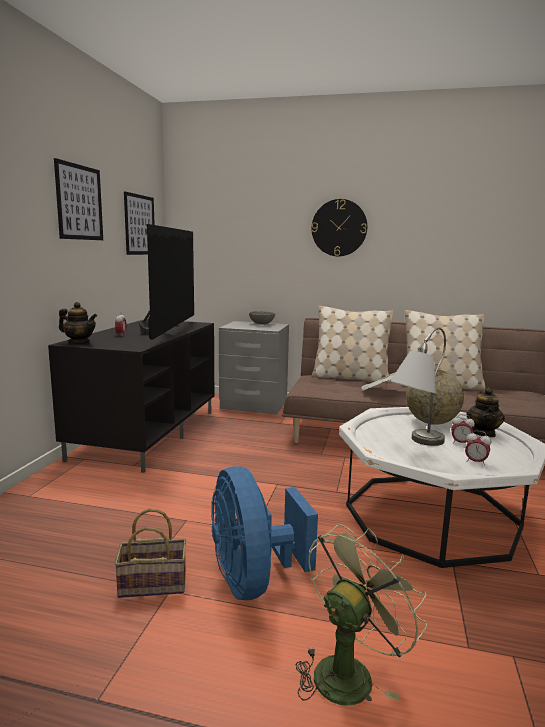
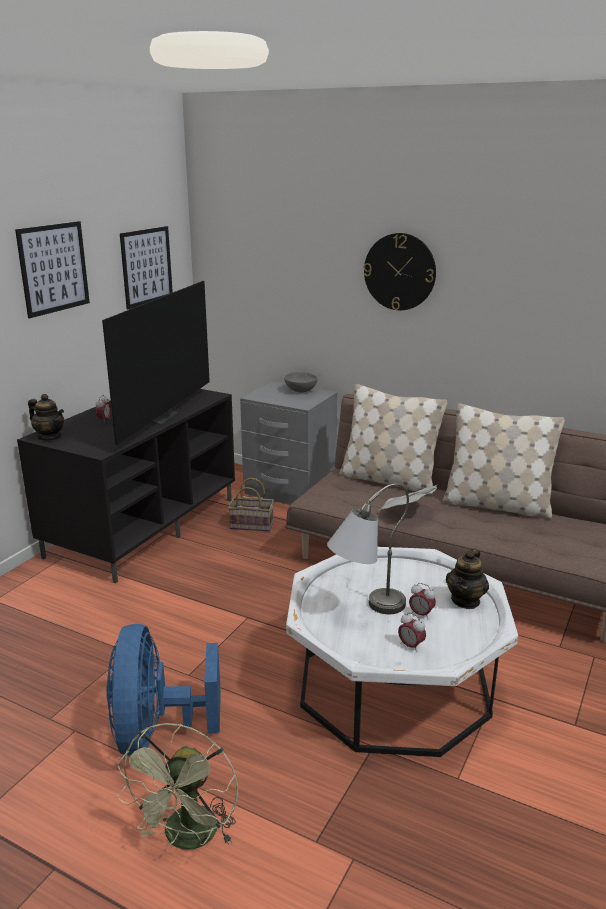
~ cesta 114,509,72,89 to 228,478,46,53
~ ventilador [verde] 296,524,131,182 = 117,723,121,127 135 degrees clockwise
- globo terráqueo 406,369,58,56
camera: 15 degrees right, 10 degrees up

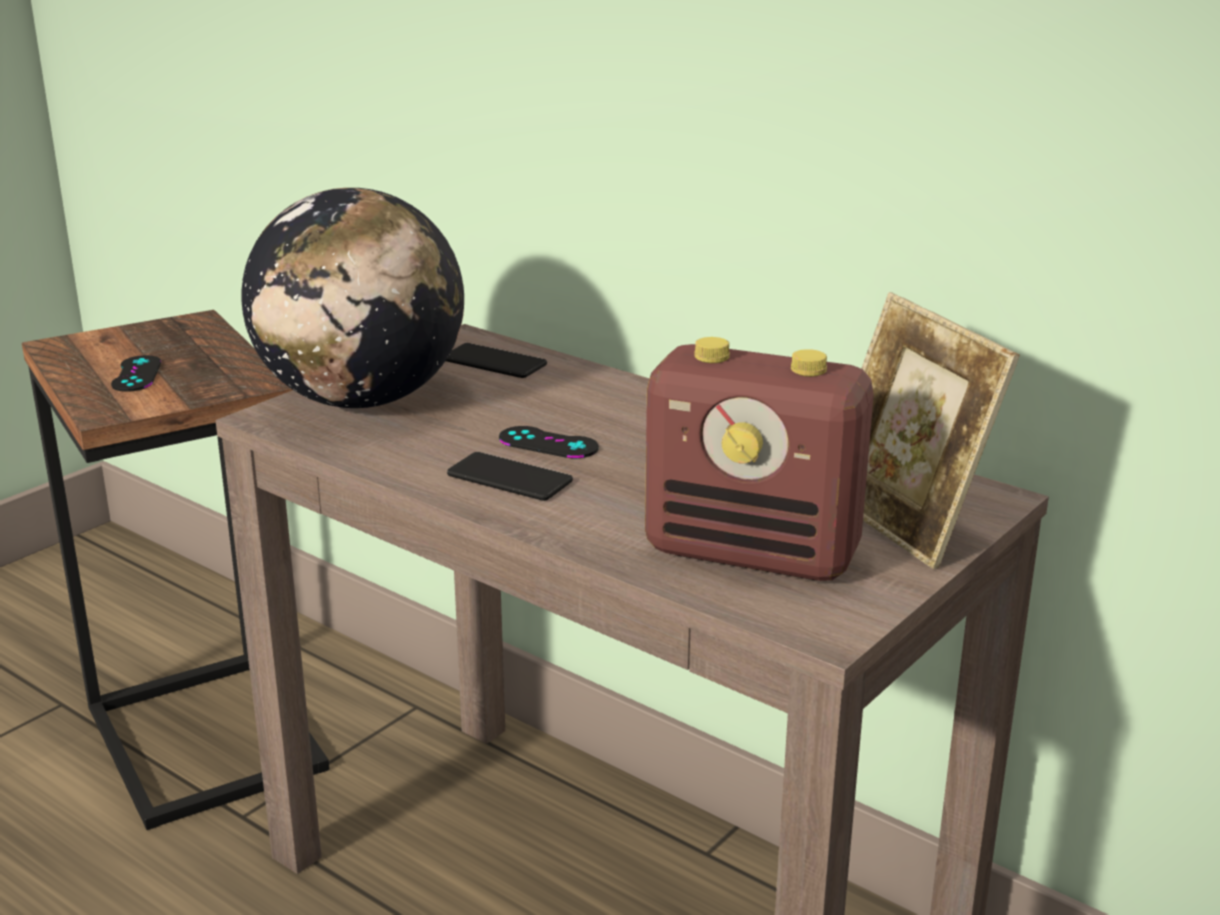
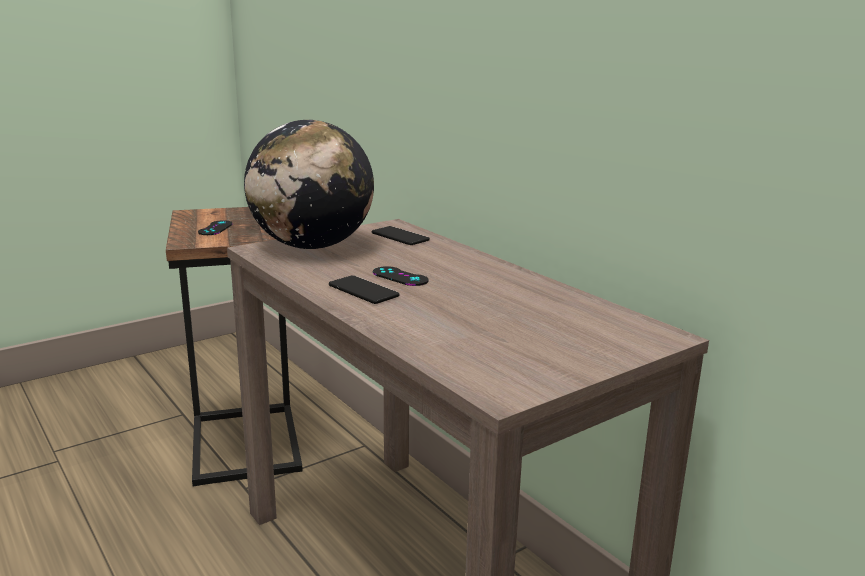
- radio 645,337,229,244
- portarretratos 861,292,159,277
camera: 15 degrees right, 5 degrees down

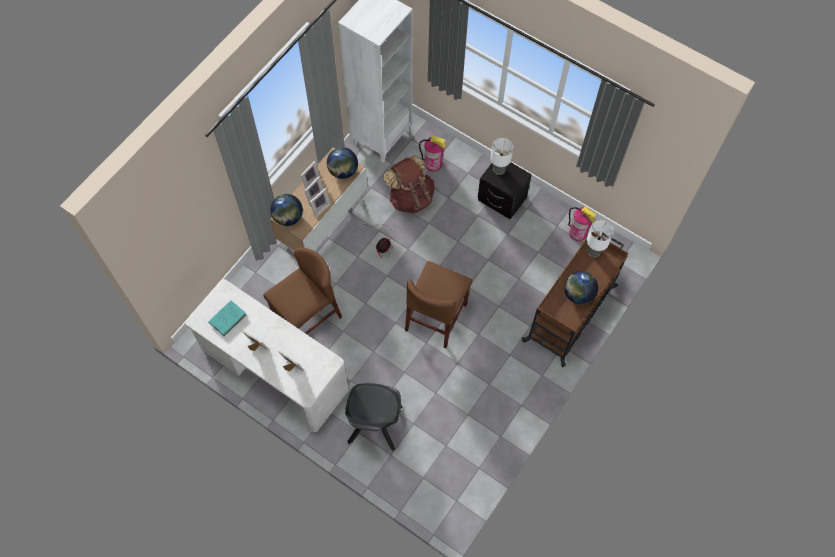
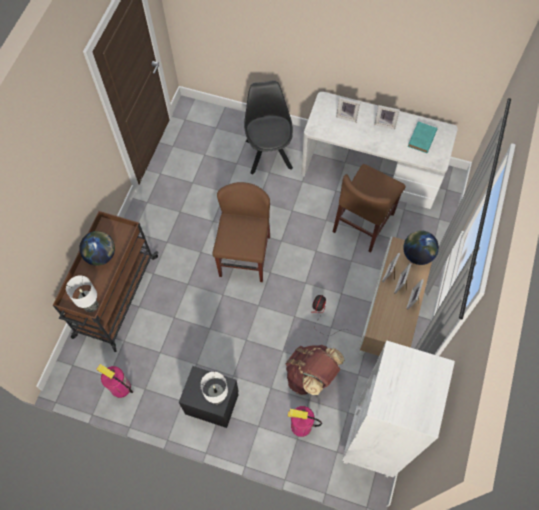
- globo terráqueo 327,147,31,32
camera: 165 degrees right, 0 degrees up

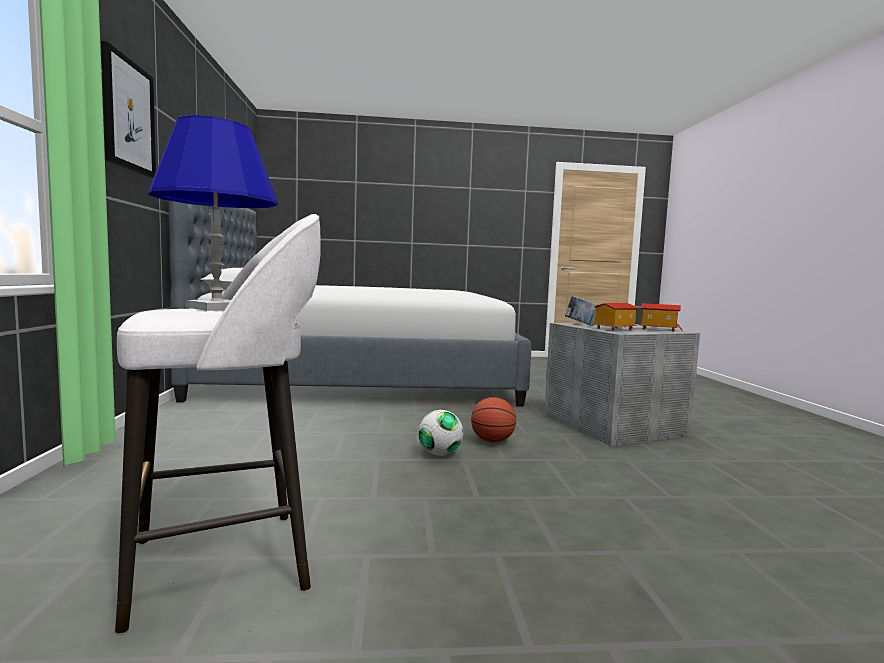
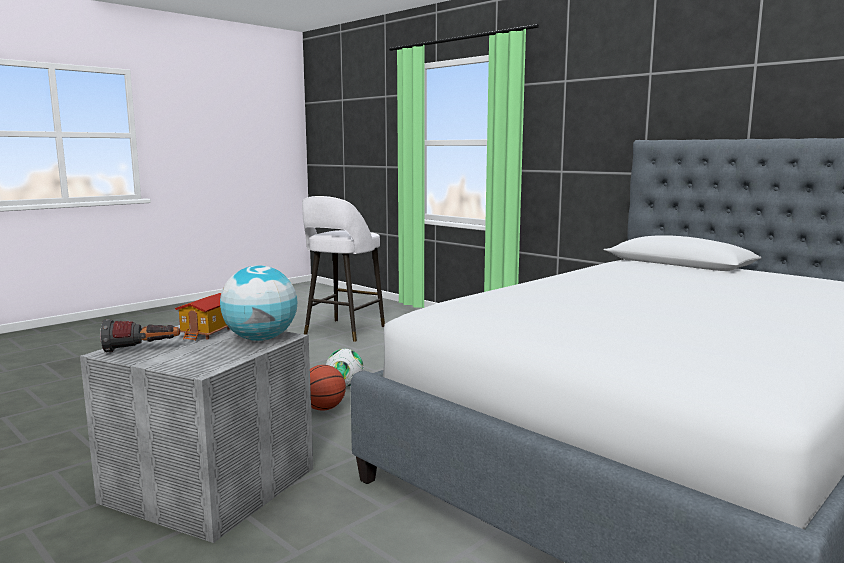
- cuadro 101,41,55,137
- lámpara de mesa [azul] 148,115,130,196
~ libro 565,296,34,30 to globo terráqueo 220,265,77,76
~ casita 640,303,43,29 to linterna 100,319,80,33
camera: 140 degrees right, 5 degrees up

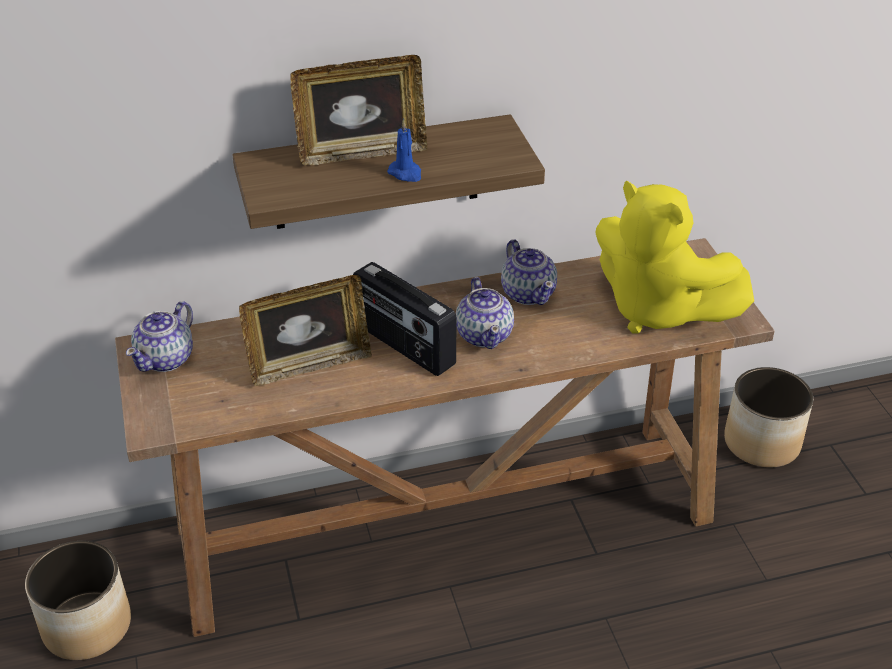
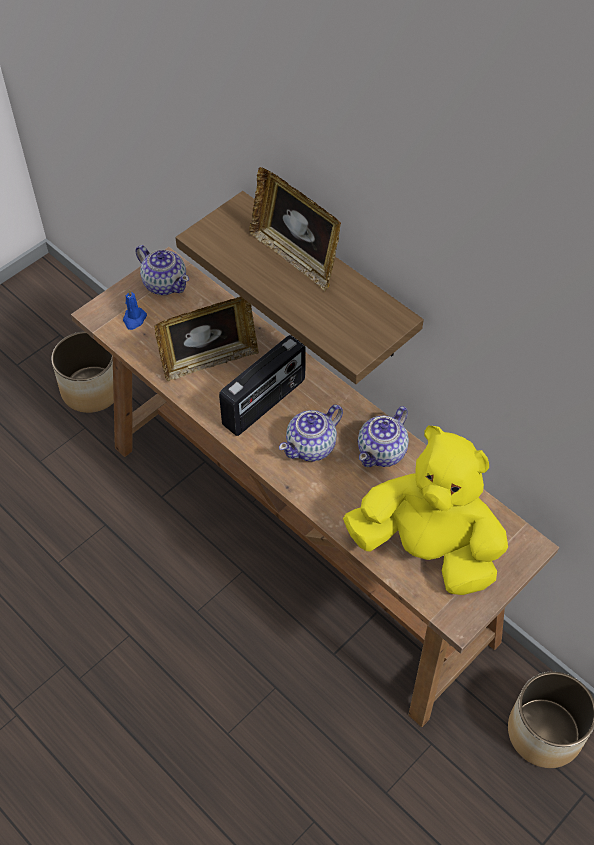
~ tetera 126,301,67,71 = 136,245,53,50 135 degrees counterclockwise
~ portarretratos 239,275,133,111 = 155,296,104,85 60 degrees counterclockwise
~ radio 353,262,104,114 = 219,335,87,101 150 degrees counterclockwise
~ vela [azul] 387,119,34,63 to 123,289,24,41
~ peluche [amarillo] 595,181,159,152 = 343,426,165,169 105 degrees clockwise
camera: 60 degrees right, 15 degrees up

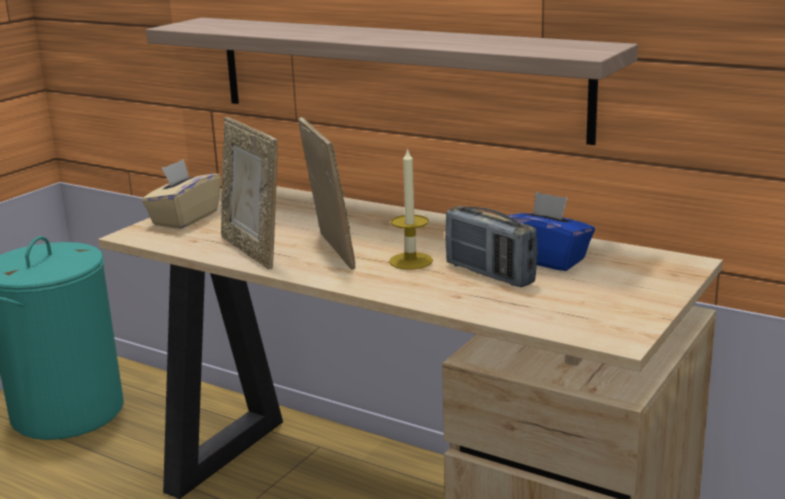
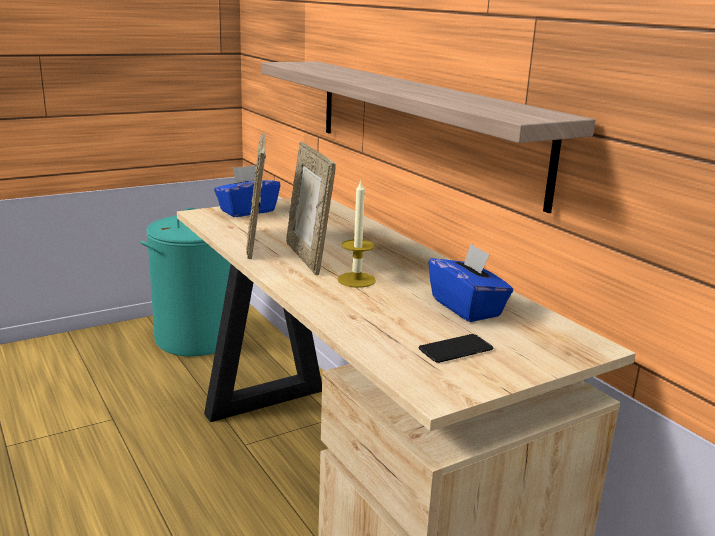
~ caja de pañuelos [beis] 142,159,79,70 to caja de pañuelos [azul] 214,165,66,52
~ portarretratos 298,117,57,153 = 286,142,50,133 150 degrees clockwise
- radio 445,206,93,81
+ móvil 418,334,75,29
camera: 25 degrees right, 0 degrees up

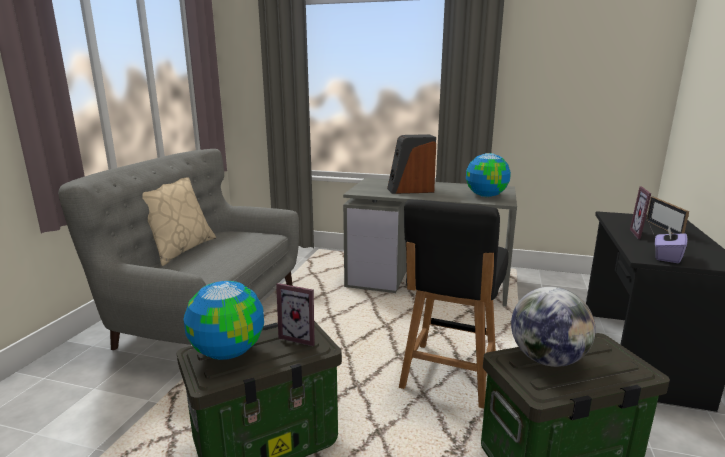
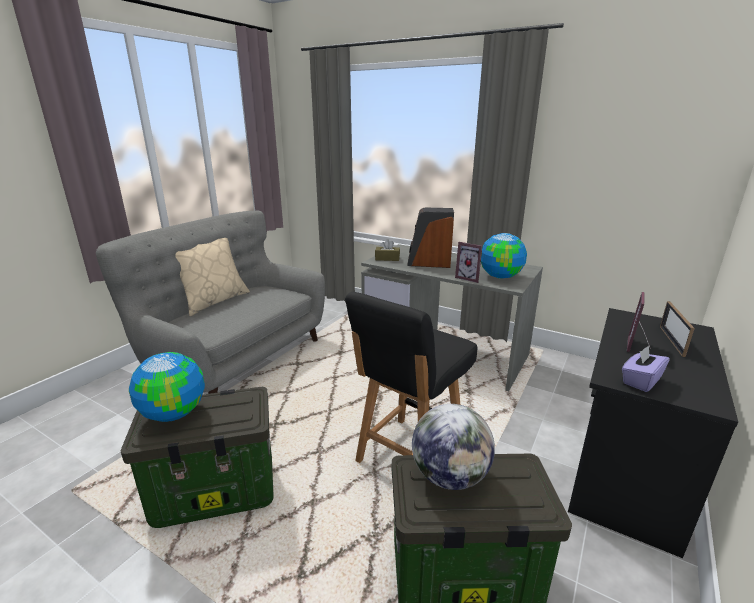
~ portarretratos 276,283,39,63 to 455,242,27,41
+ caja de pañuelos [marrón] 375,239,25,22
camera: 15 degrees right, 5 degrees up

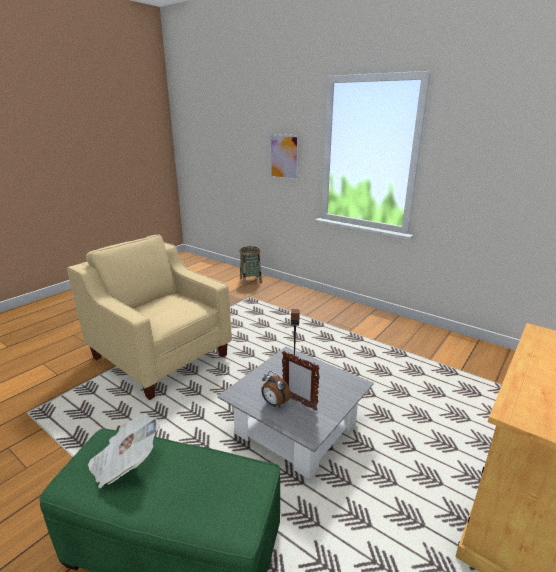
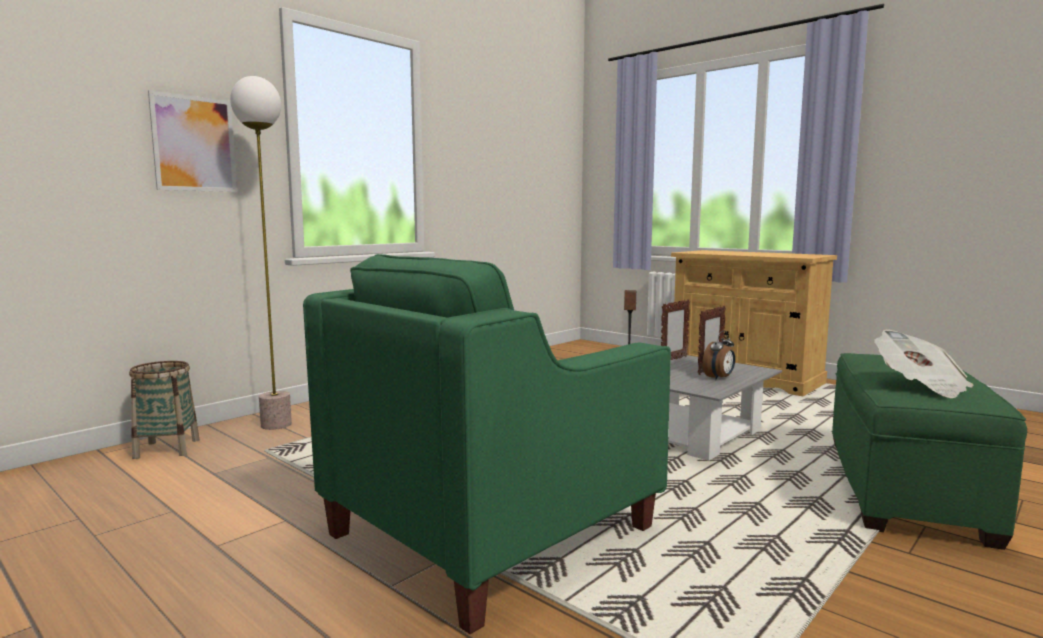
~ sillón [beis] 67,234,165,166 to sillón [verde] 303,254,368,380
+ lámpara de pie 230,76,62,354
+ portarretratos 661,299,29,61
camera: 85 degrees left, 15 degrees down

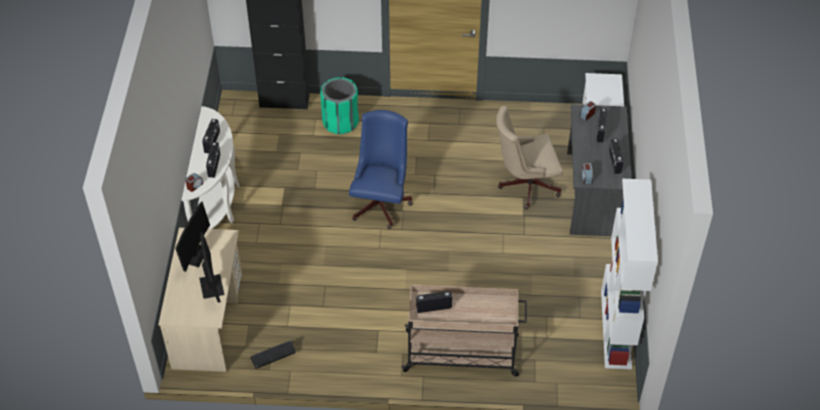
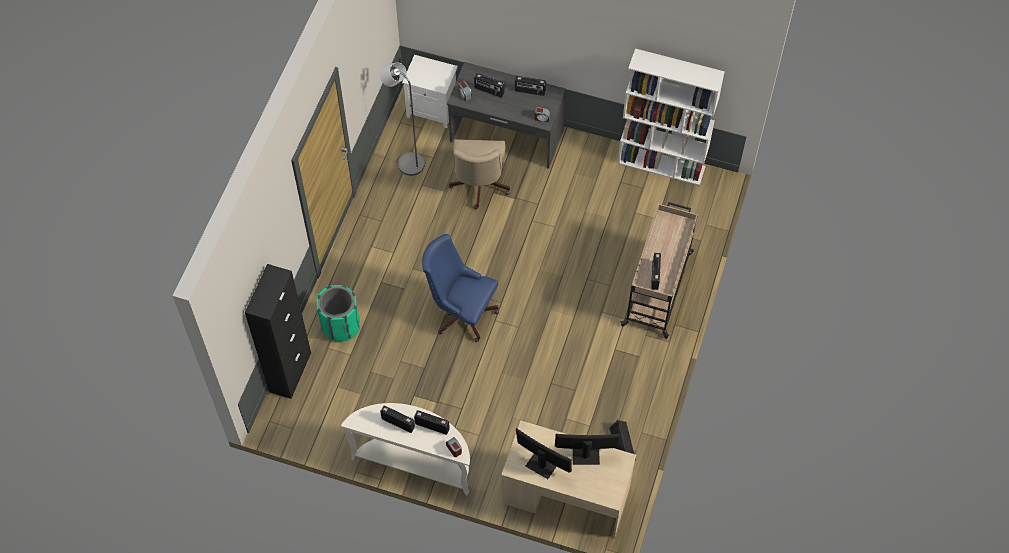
+ lámpara de pie [gris] 380,63,45,113
camera: 75 degrees left, 10 degrees up

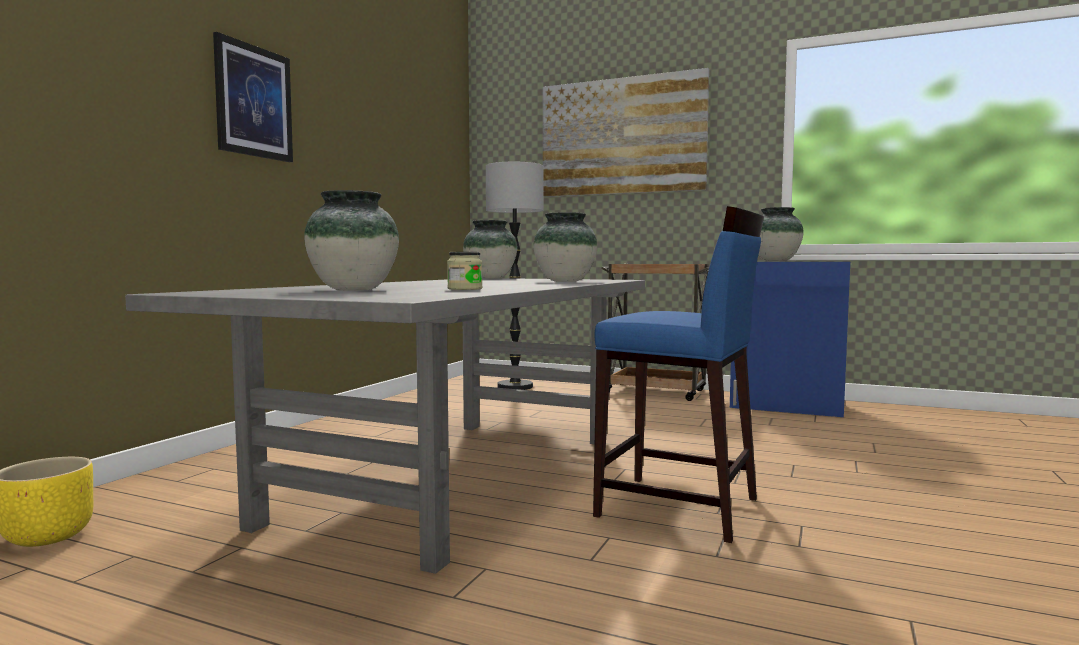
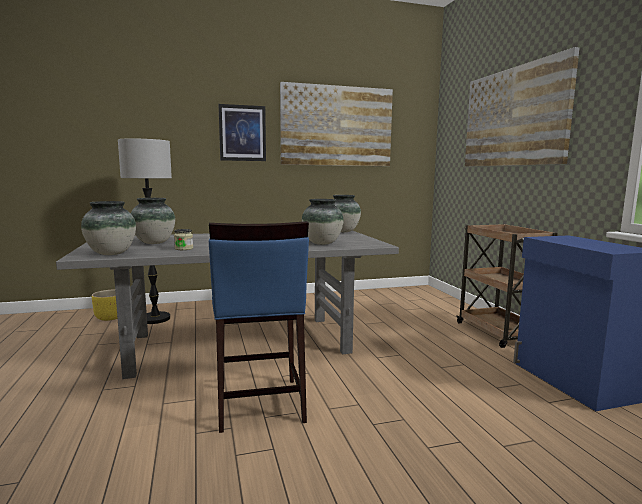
~ lámpara de pie 486,162,57,228 to 118,138,54,186
~ florero 758,207,46,54 to 81,201,55,54
+ cuadro 280,82,113,84
camera: 50 degrees right, 5 degrees up

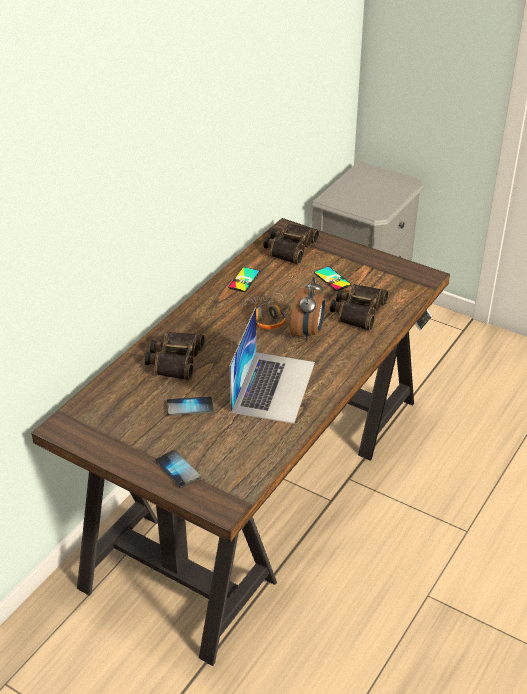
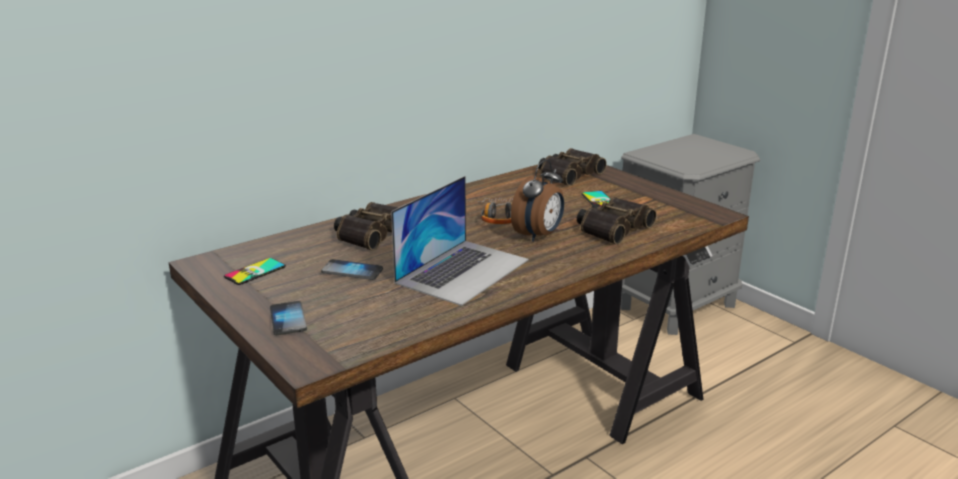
~ móvil 228,267,32,25 to 224,258,62,27
camera: 20 degrees right, 15 degrees down

